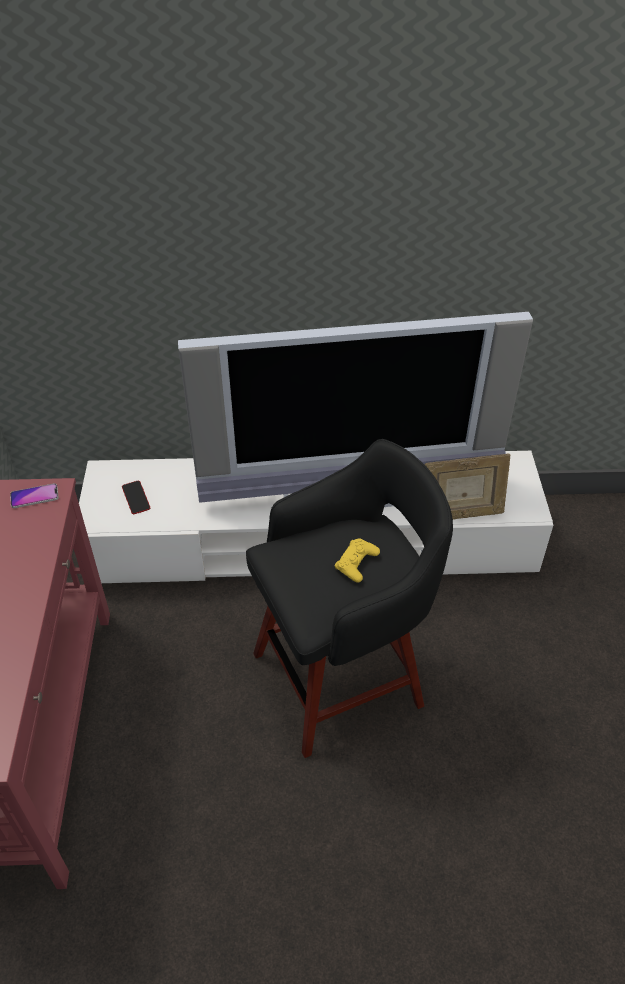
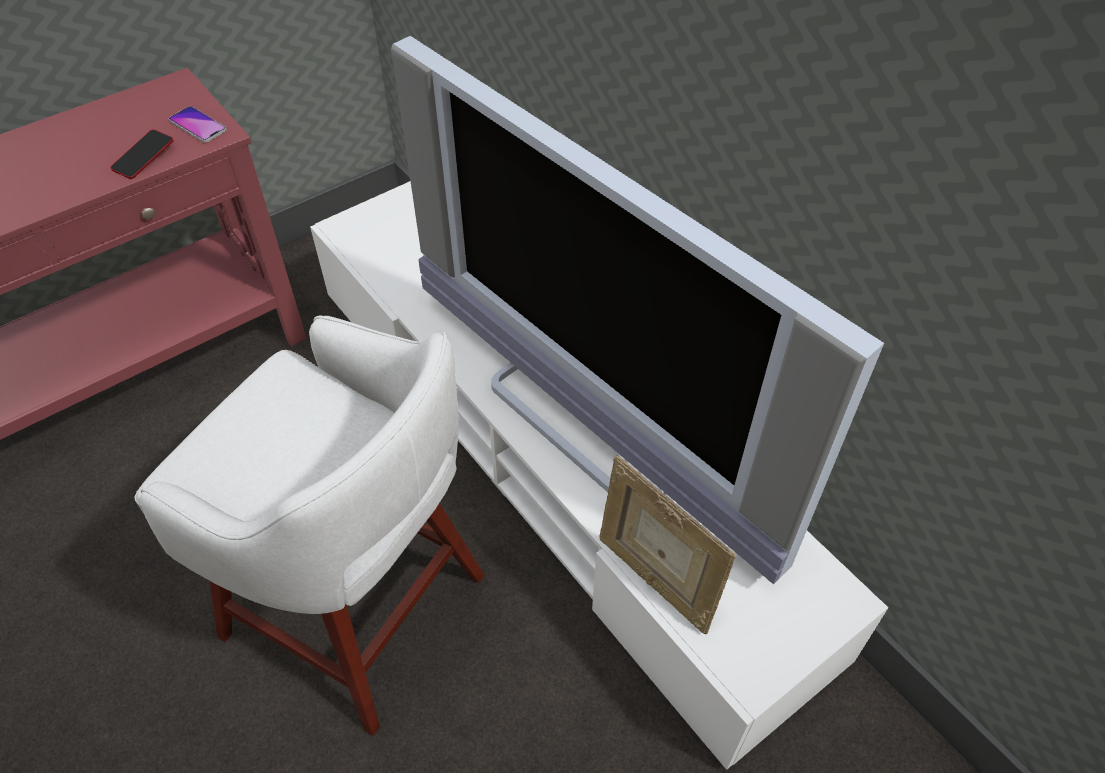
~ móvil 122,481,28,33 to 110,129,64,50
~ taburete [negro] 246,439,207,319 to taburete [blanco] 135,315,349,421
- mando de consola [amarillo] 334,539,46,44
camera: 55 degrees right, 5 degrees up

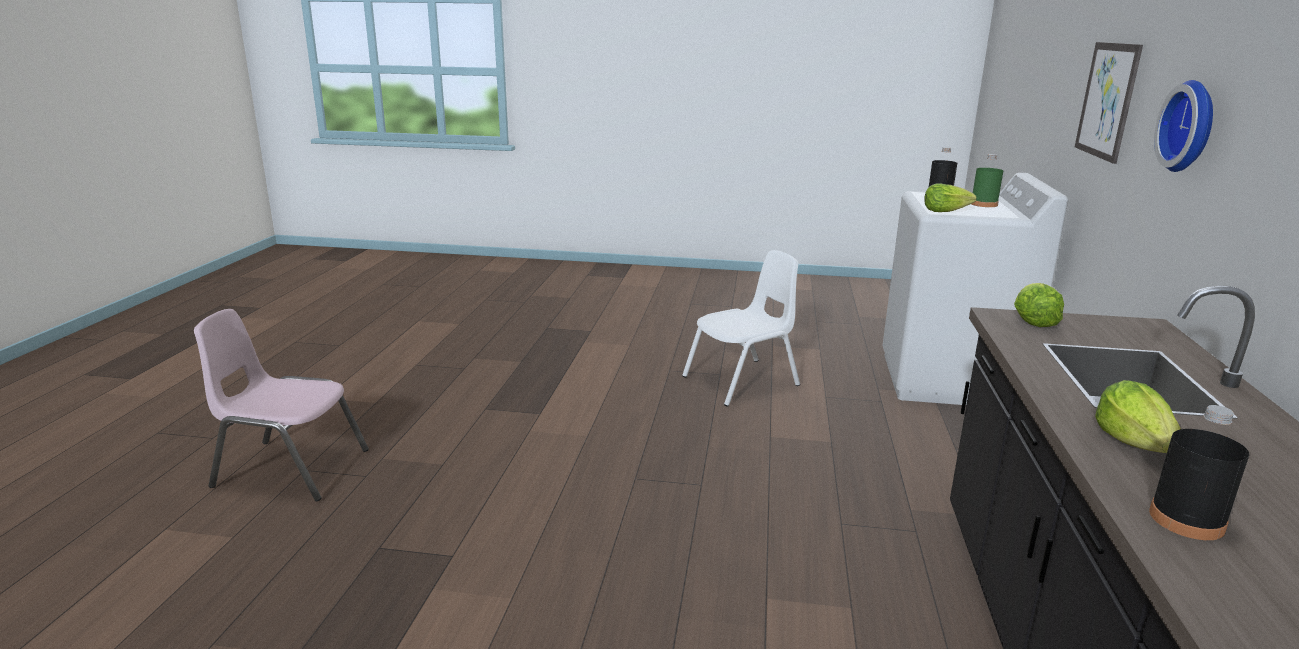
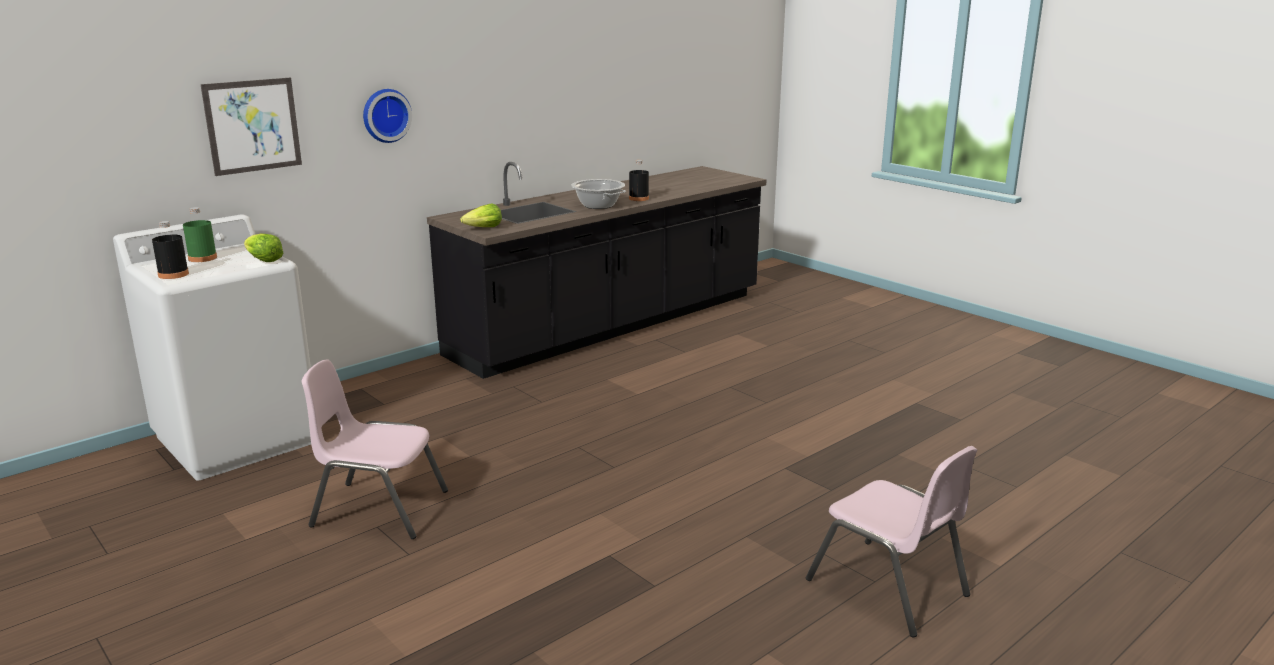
~ silla [blanco] 682,250,118,157 to silla [rosa] 302,359,146,180
~ lechuga 1095,380,86,73 to olla 571,179,55,30
camera: 140 degrees left, 0 degrees up

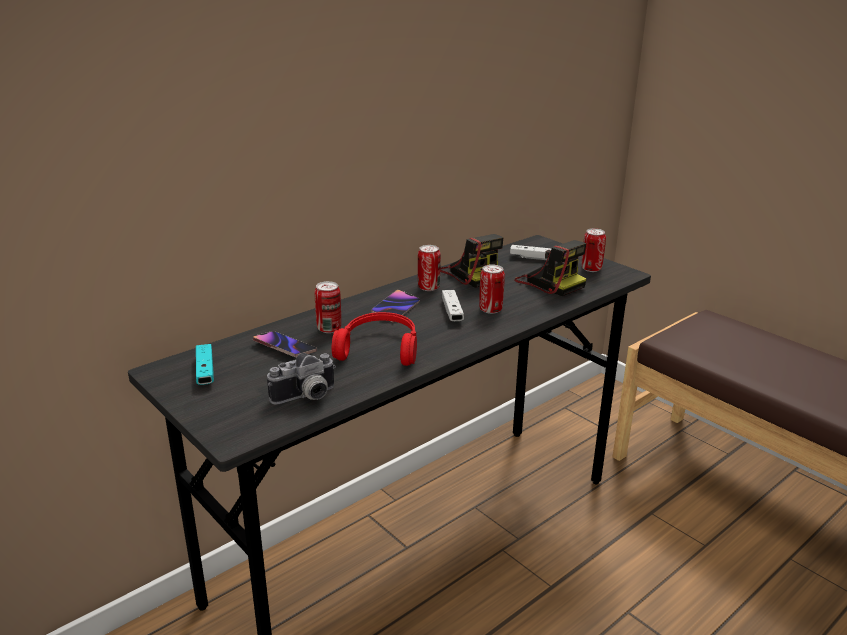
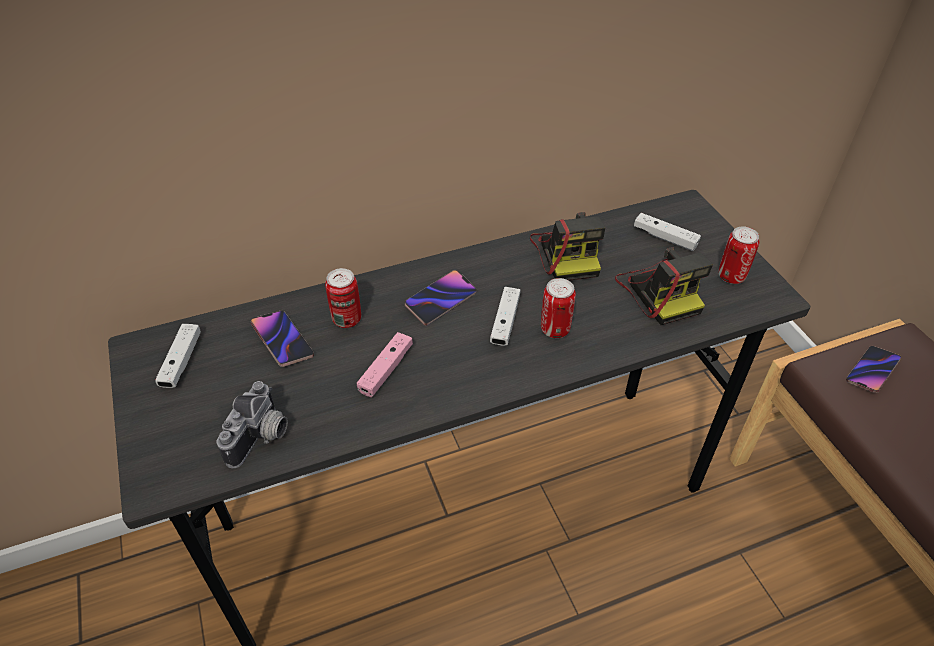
~ mando de consola [turquesa] 196,344,18,41 to mando de consola [blanco] 155,324,46,64
~ cámara 267,353,69,51 = 217,381,71,87 60 degrees counterclockwise
~ auriculares [rojo] 332,312,85,54 to mando de consola [rosa] 357,332,56,65
- lata 418,245,23,46
+ móvil 846,346,55,47
camera: 20 degrees right, 20 degrees up

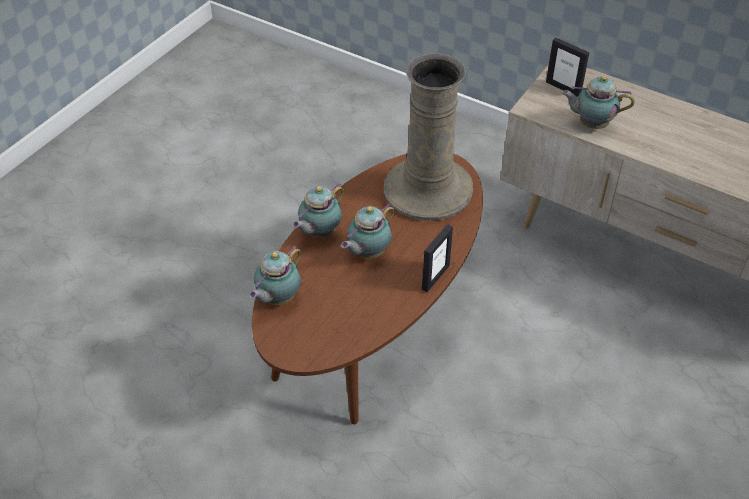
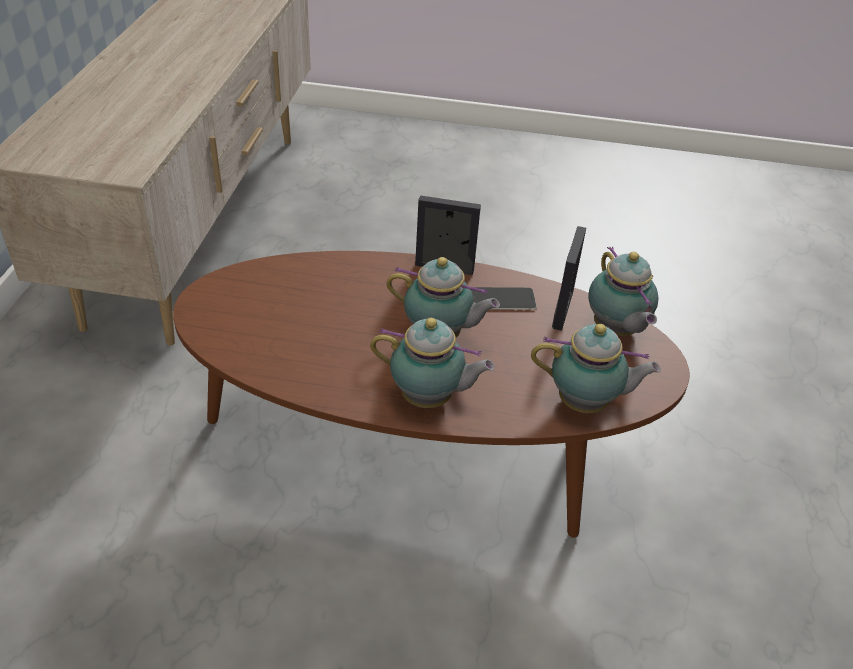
- florero [beis] 384,53,89,168
~ portarretratos 546,38,43,59 to 552,226,34,105
~ tetera 562,76,72,53 to 588,246,71,90
+ móvil 471,287,66,23
camera: 115 degrees left, 5 degrees down

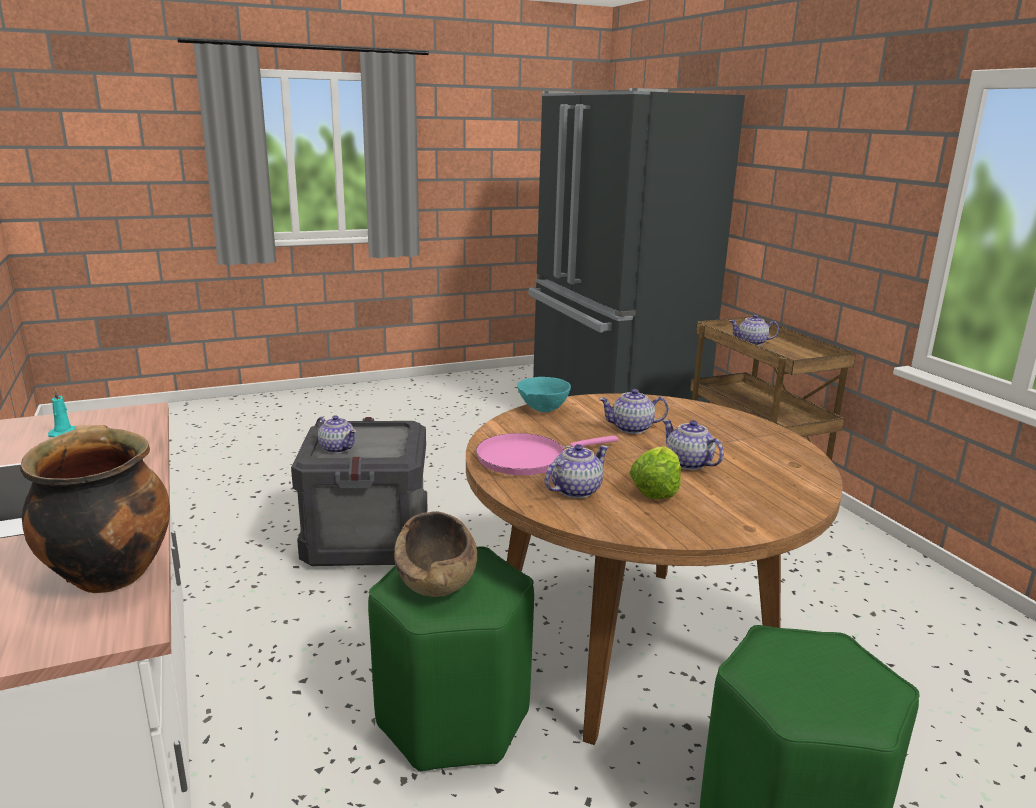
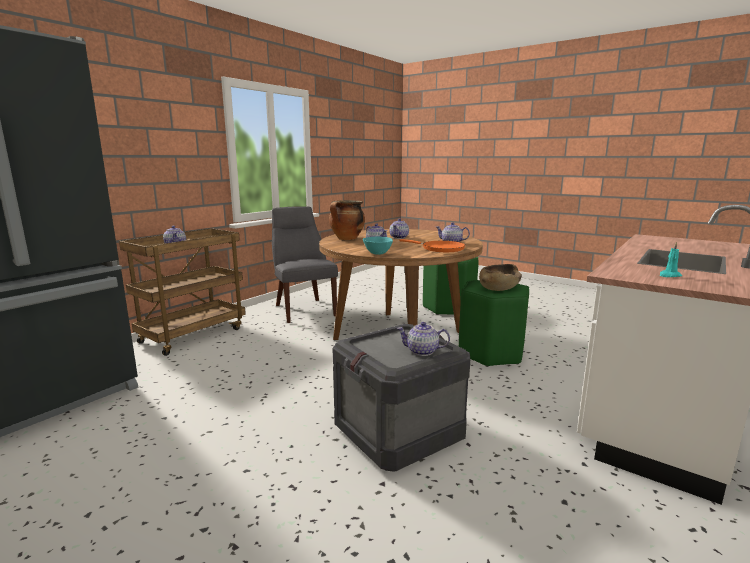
~ olla 20,425,150,168 to 329,200,36,40
~ tetera 316,415,41,39 = 397,322,53,34 90 degrees counterclockwise
~ sartén [rosa] 476,433,142,42 to sartén [naranja] 399,239,66,13
- lechuga 629,447,52,52
+ silla [gris] 272,206,66,117
camera: 120 degrees left, 5 degrees down

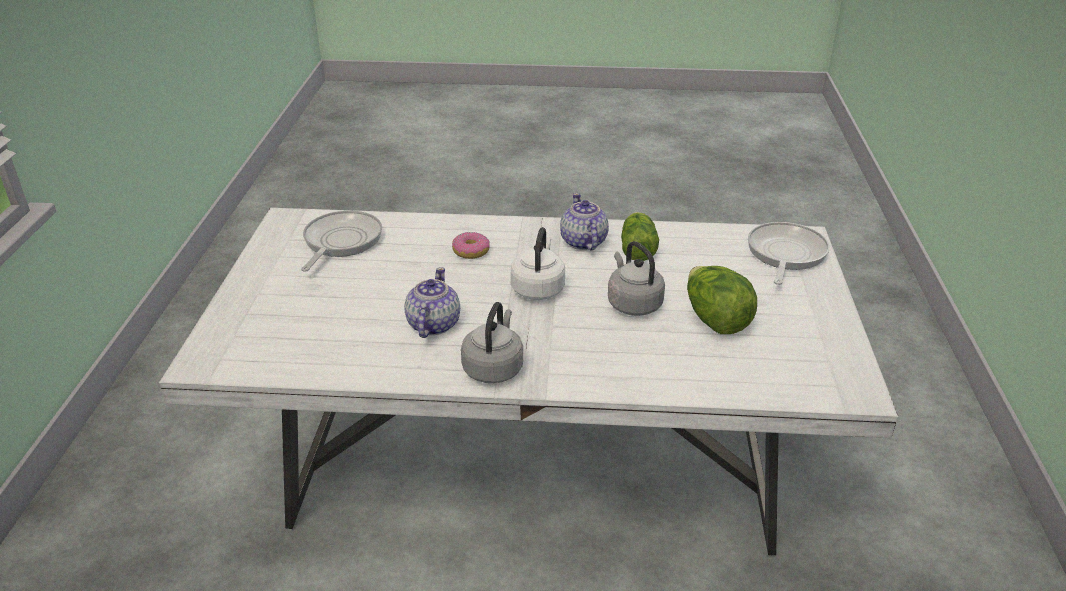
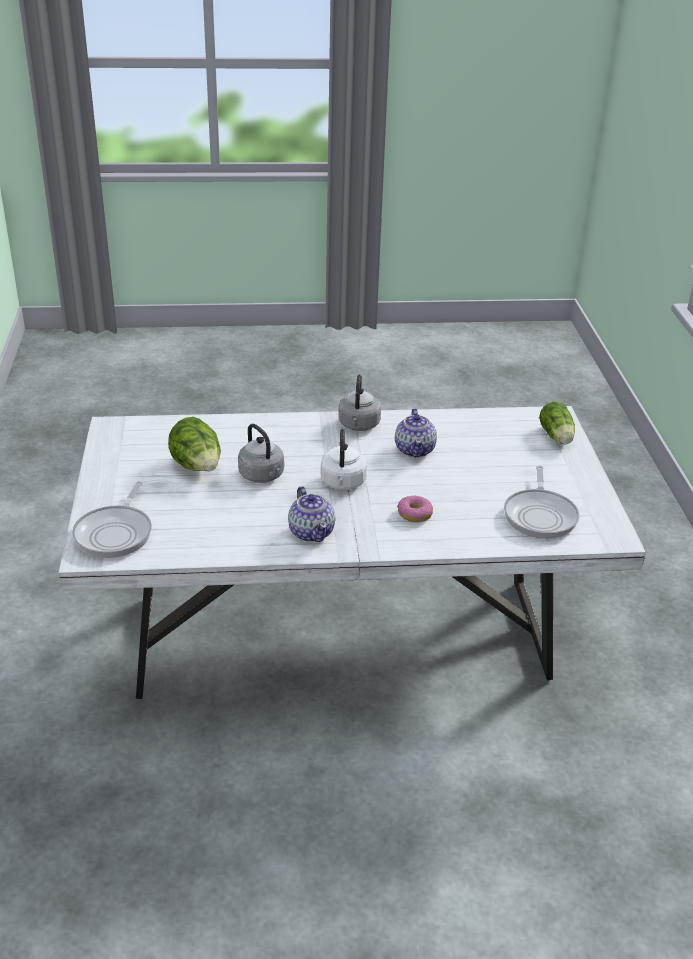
~ lechuga 621,212,38,49 to 539,402,36,42
camera: 170 degrees right, 0 degrees up

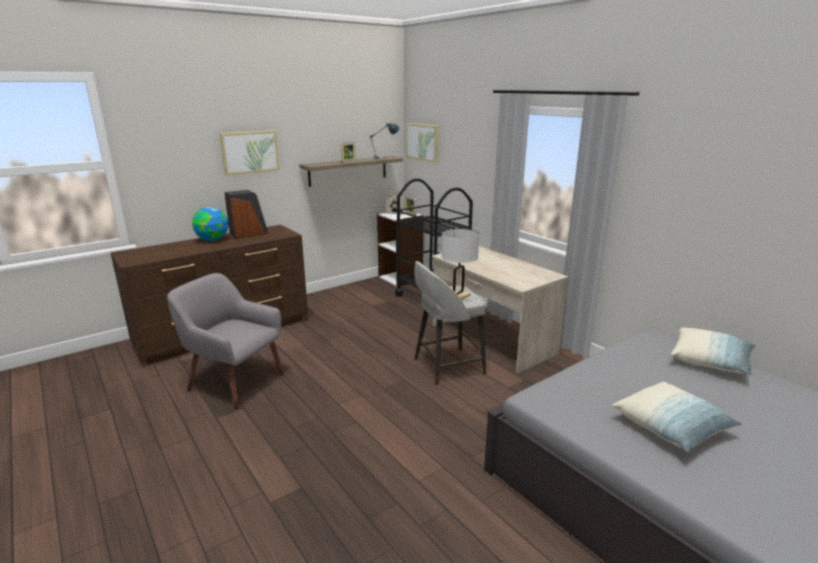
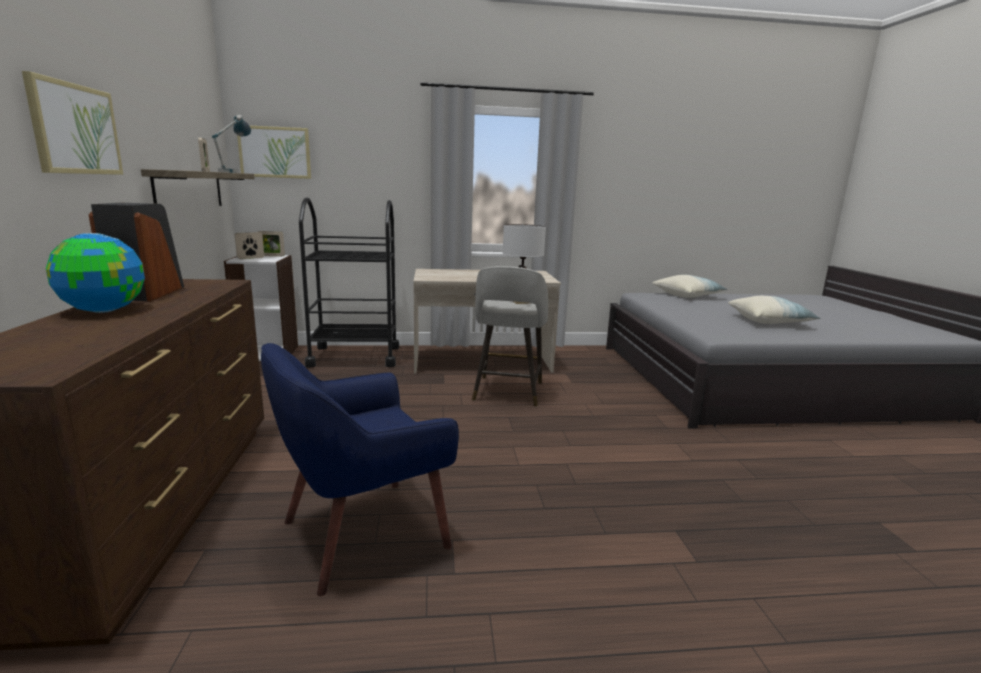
~ sillón [gris] 167,273,117,137 to sillón [azul] 261,343,198,253
camera: 60 degrees left, 5 degrees down

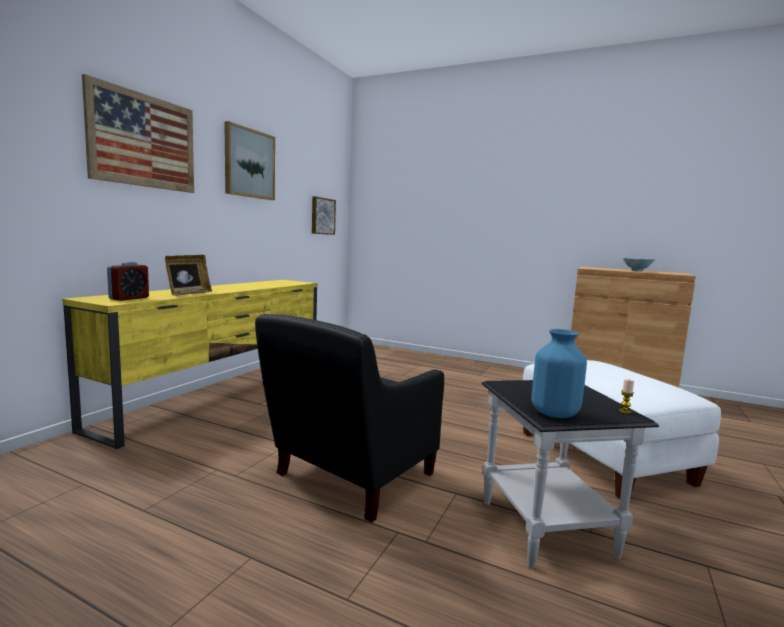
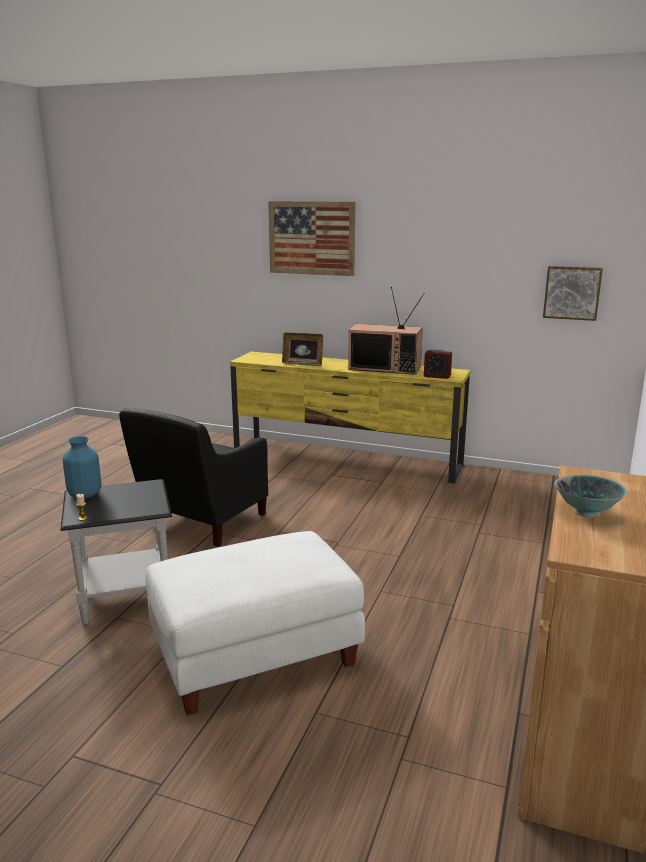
~ despertador 107,261,42,40 to 424,348,28,31
- cuadro 224,121,51,79
~ sillón [negro] 255,314,189,209 = 119,408,149,139 90 degrees counterclockwise
+ televisor 348,287,77,88
camera: 85 degrees right, 10 degrees up

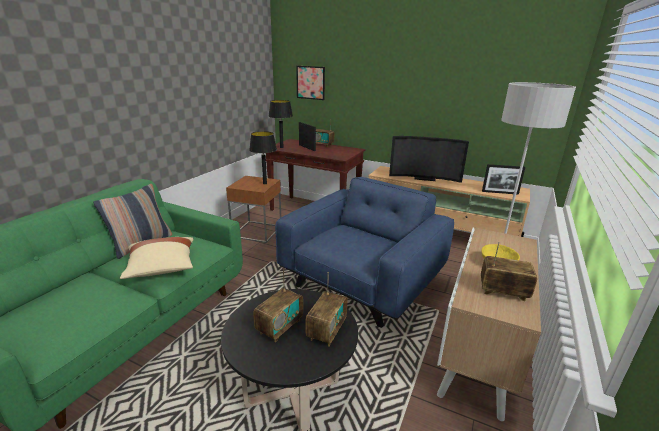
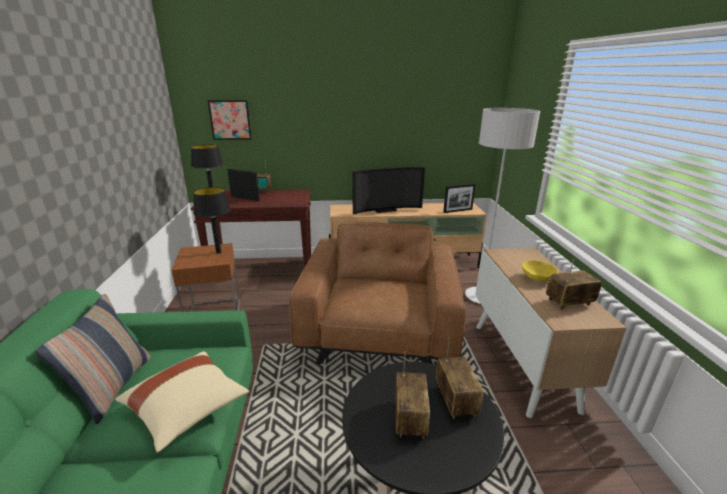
~ sillón [azul] 275,177,179,151 to sillón [marrón] 289,221,177,143
camera: 30 degrees left, 0 degrees up

